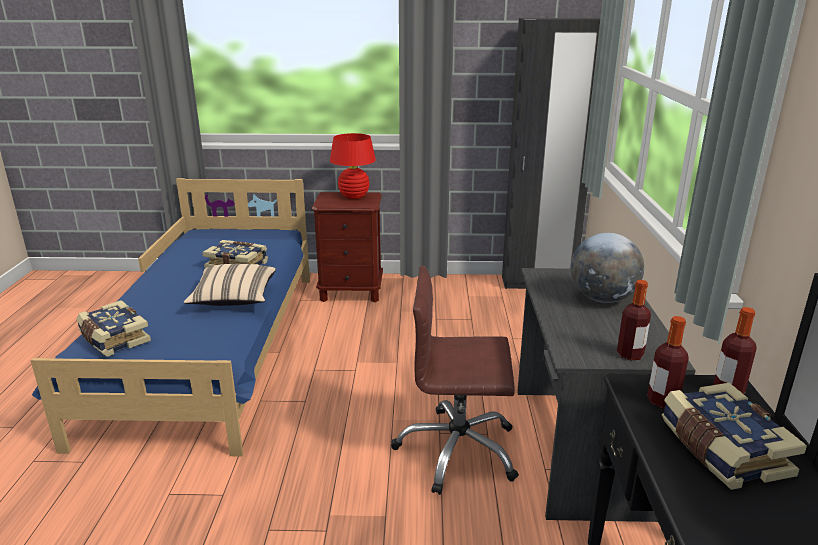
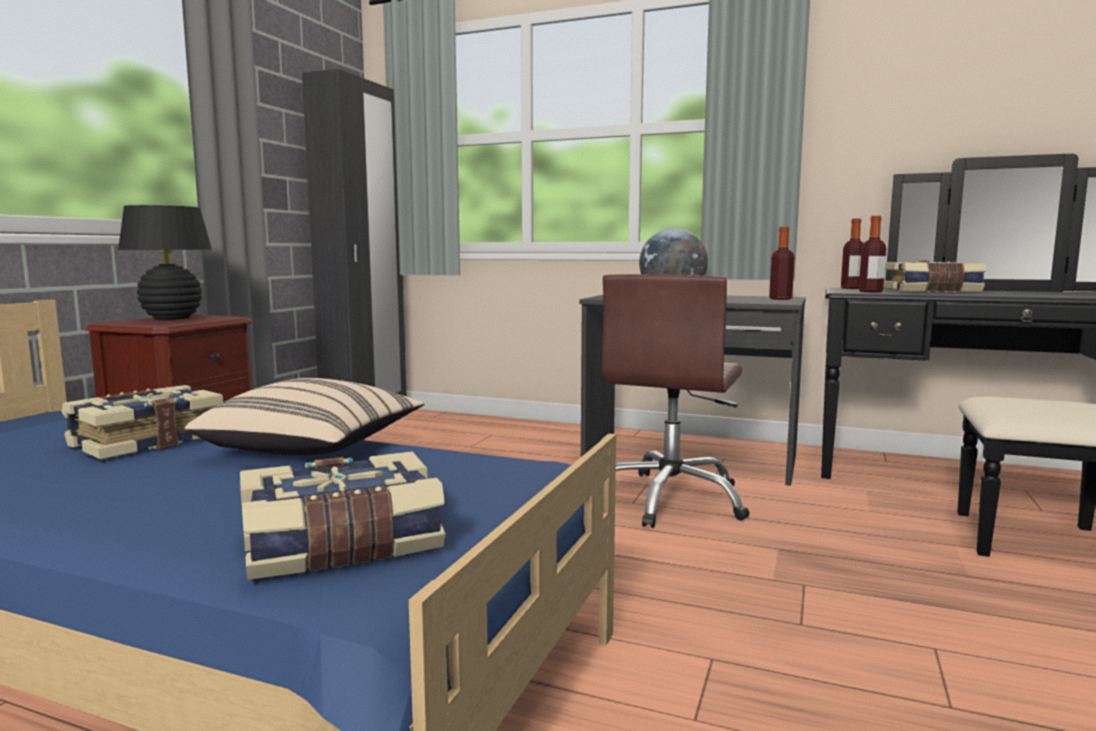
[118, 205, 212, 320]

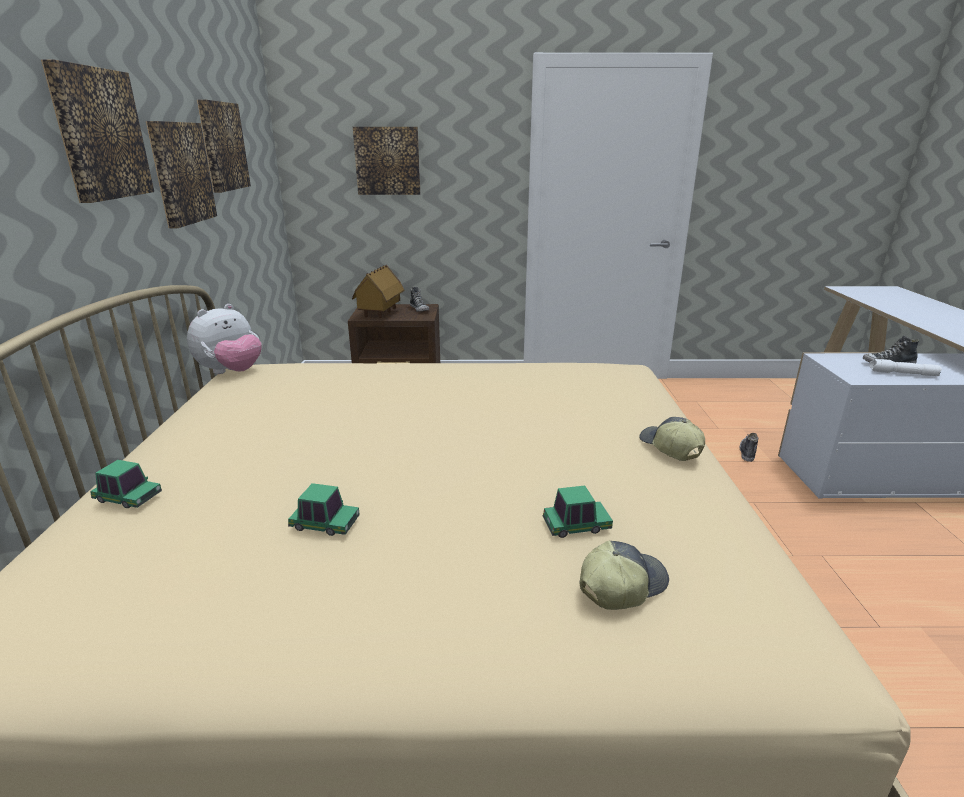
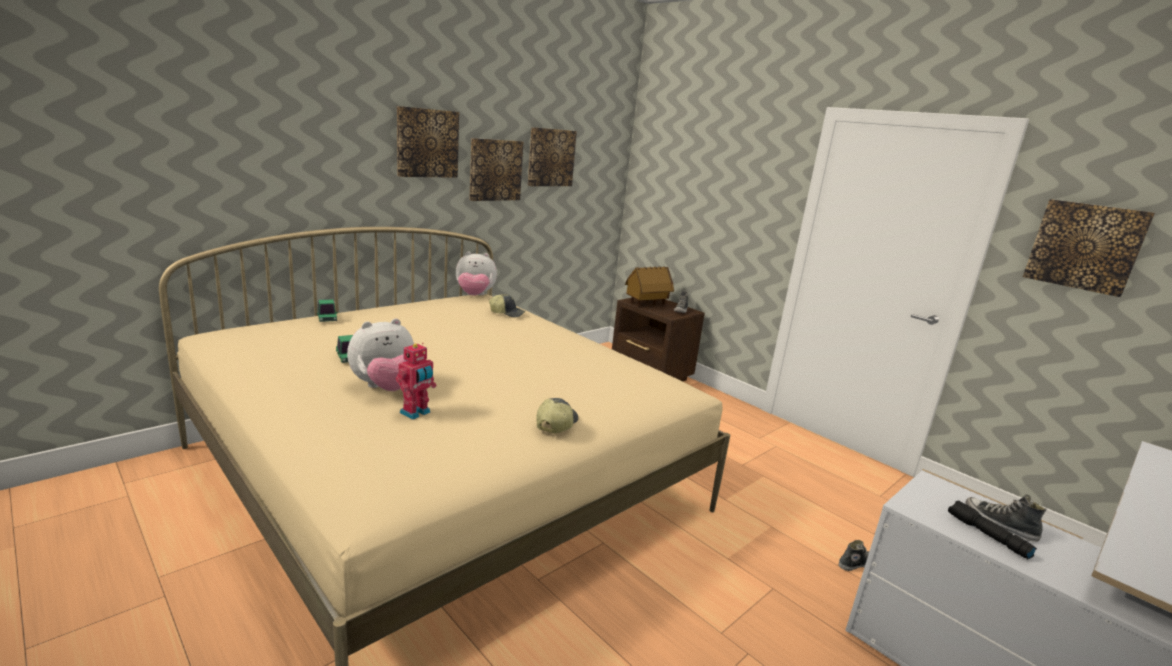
[347, 319, 414, 391]
[1023, 199, 1155, 297]
[489, 294, 526, 317]
[396, 343, 436, 420]
[948, 500, 1037, 559]

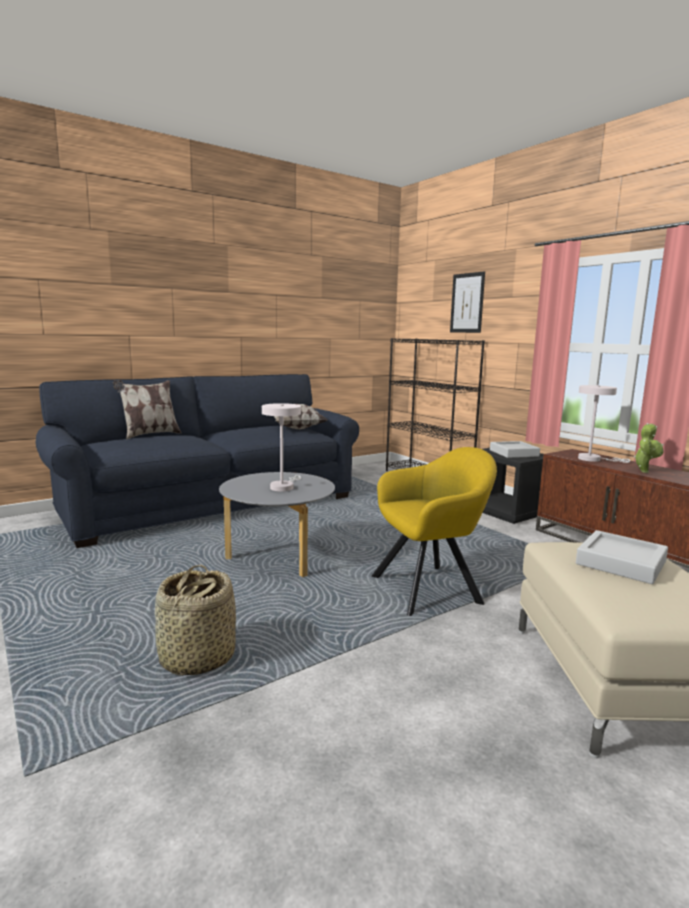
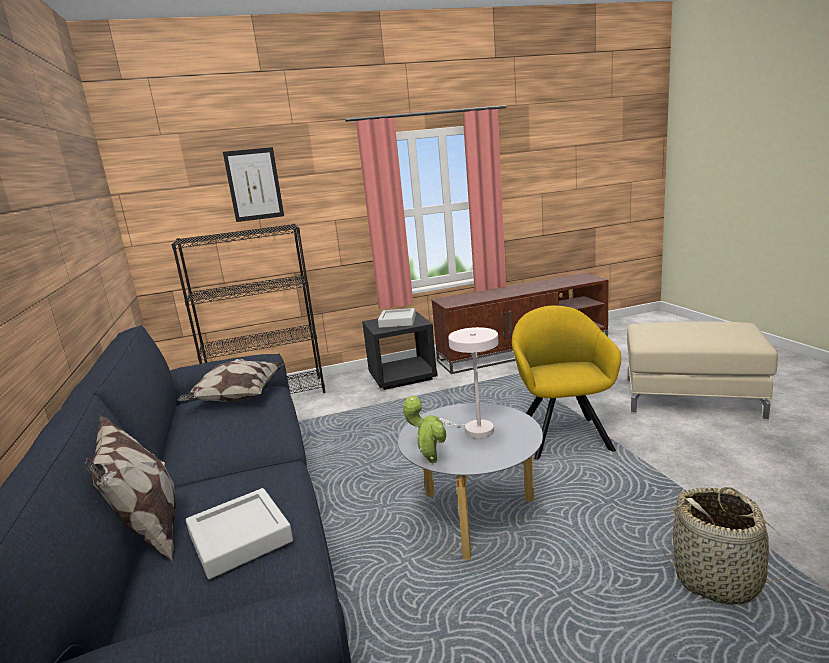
[578, 385, 630, 463] (first image)
[186, 488, 293, 579]
[403, 396, 446, 463]

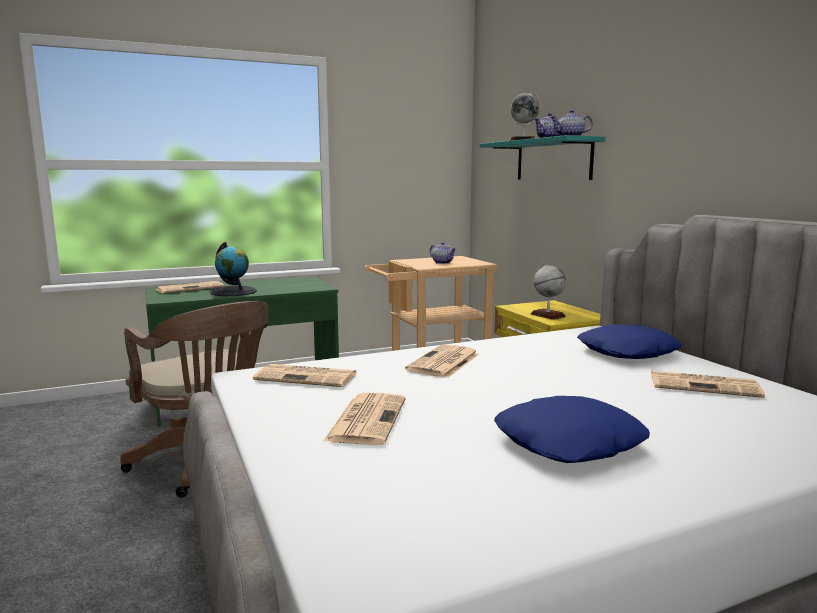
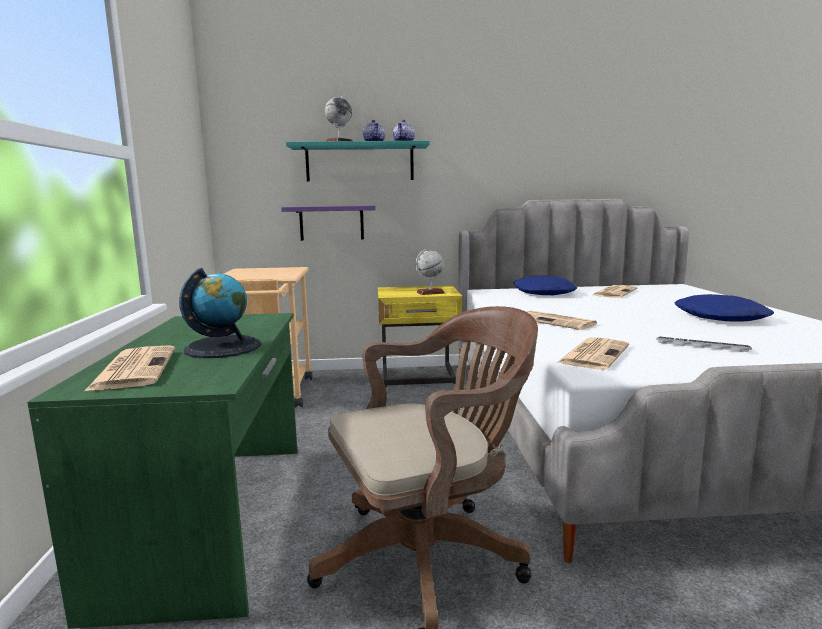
[430, 242, 456, 264] (first image)
[281, 205, 376, 241]
[656, 337, 752, 352]

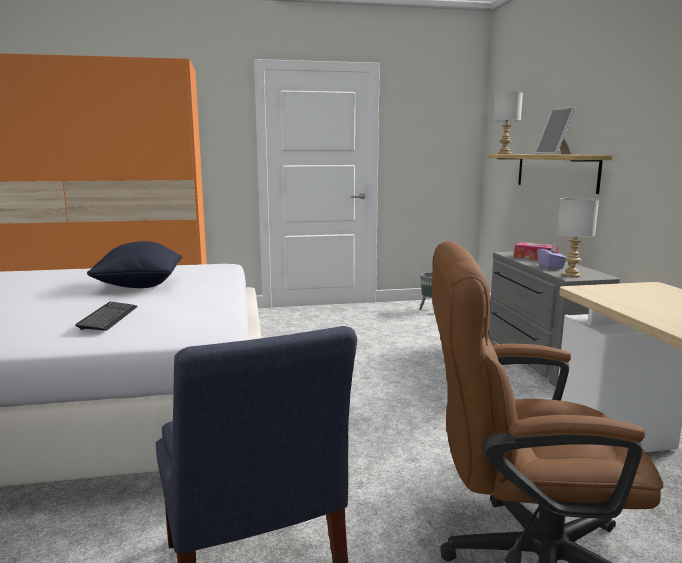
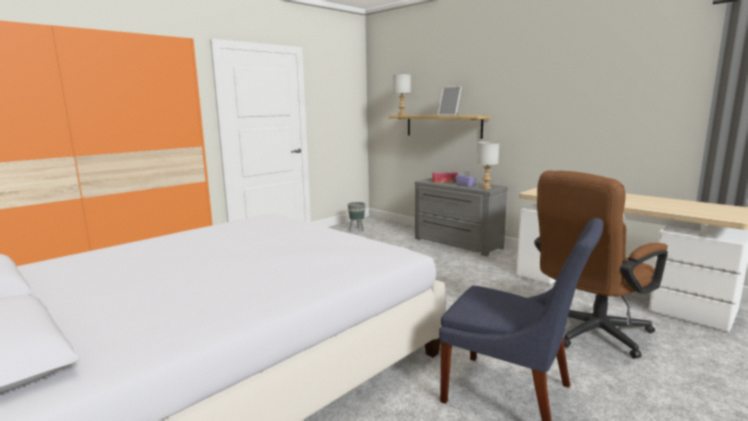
[75, 302, 138, 331] (first image)
[87, 241, 182, 288] (first image)

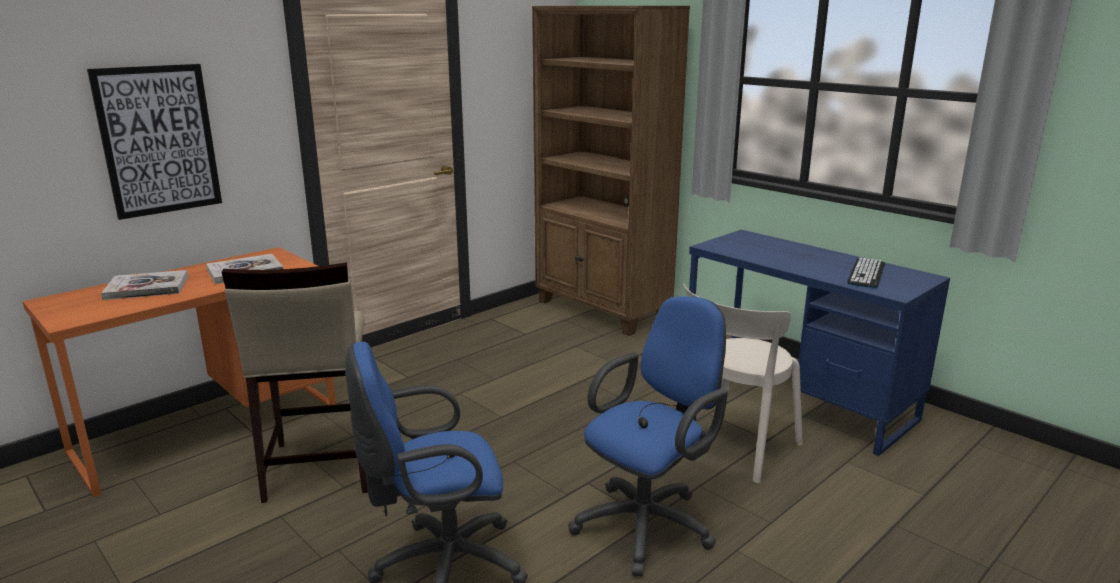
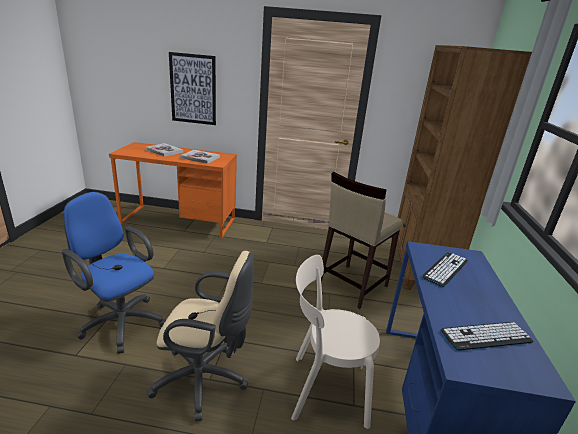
[422, 252, 468, 287]
[321, 172, 403, 309]
[147, 251, 254, 421]

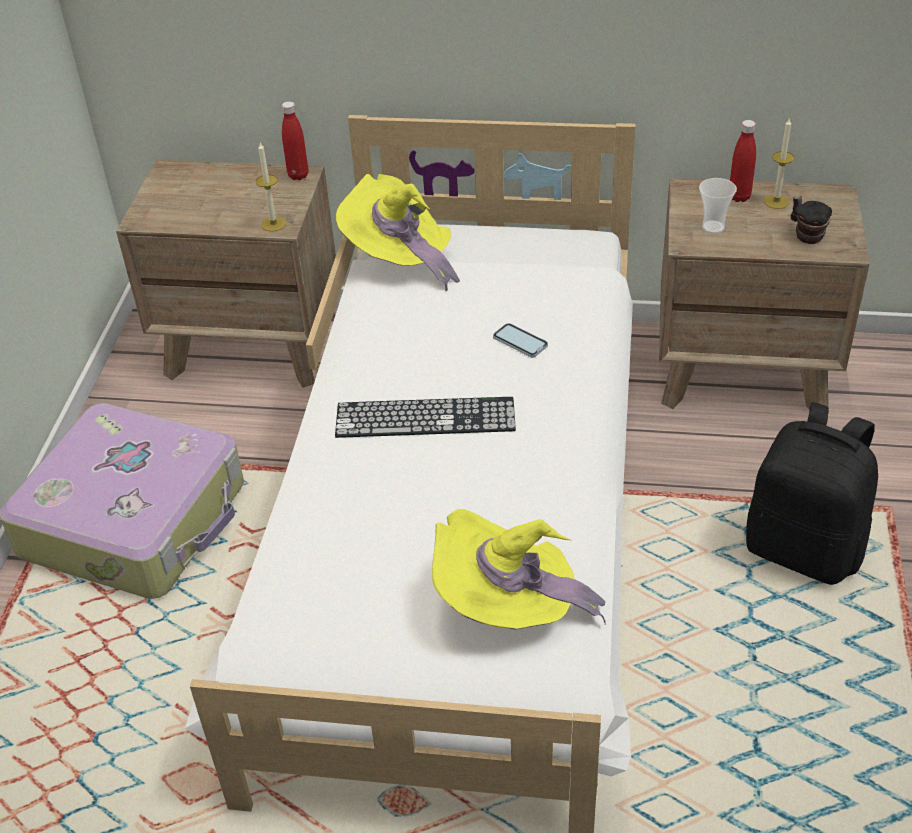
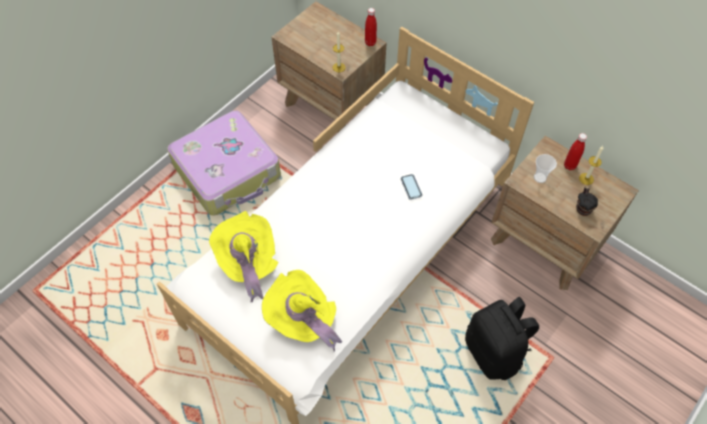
[335, 397, 516, 438] (first image)
[209, 211, 279, 303]

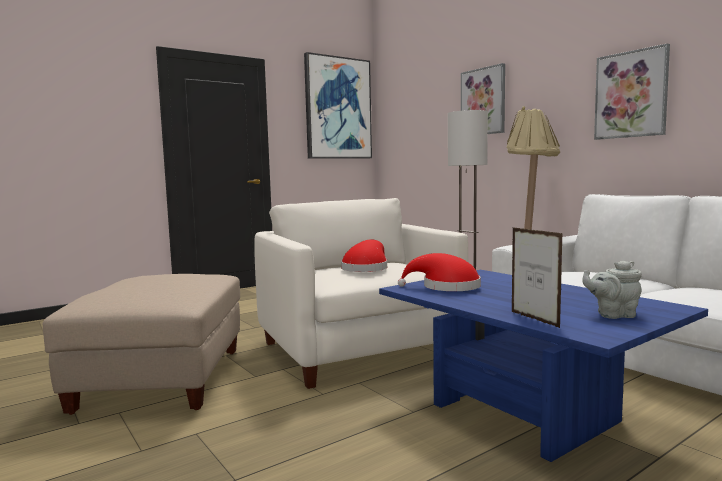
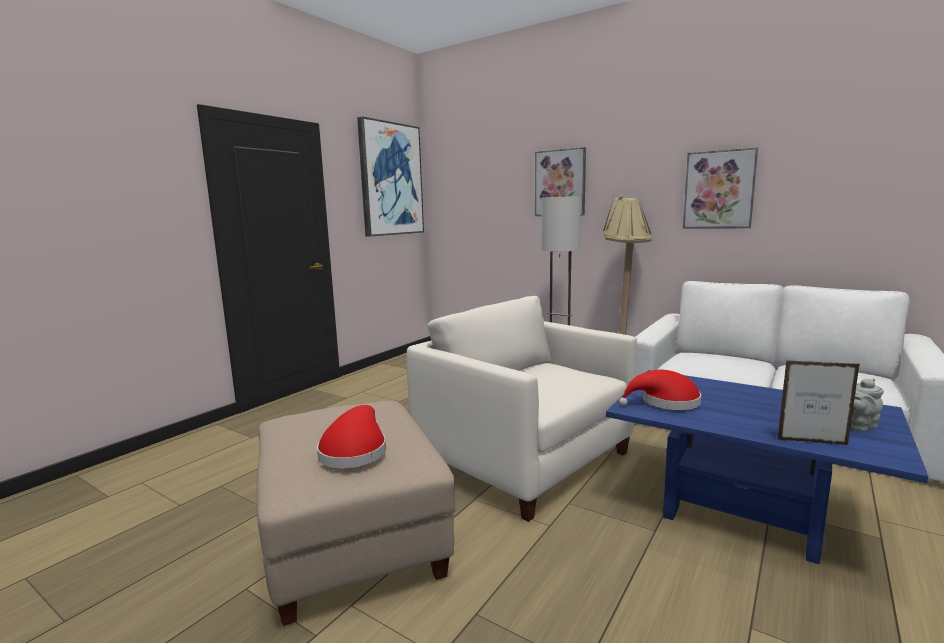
[317, 405, 386, 468]
[777, 360, 860, 445]

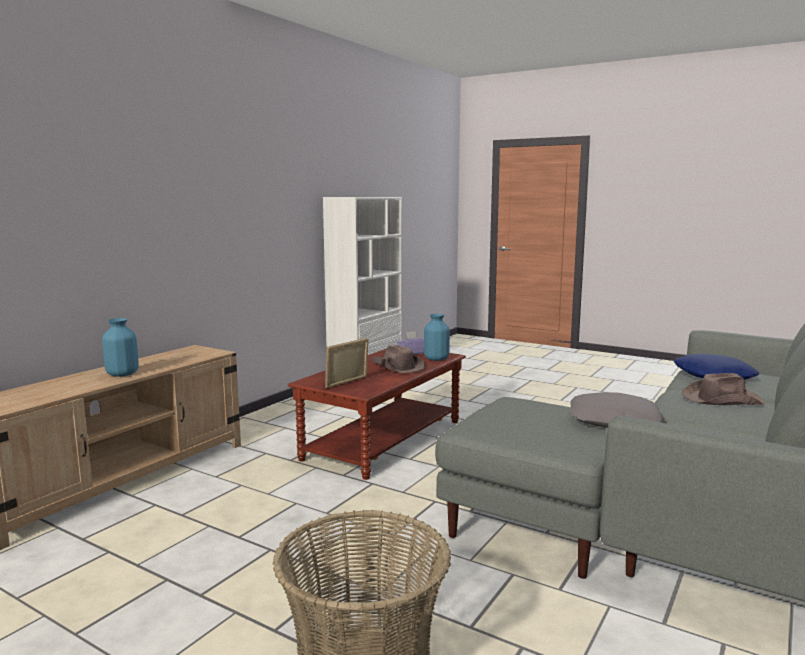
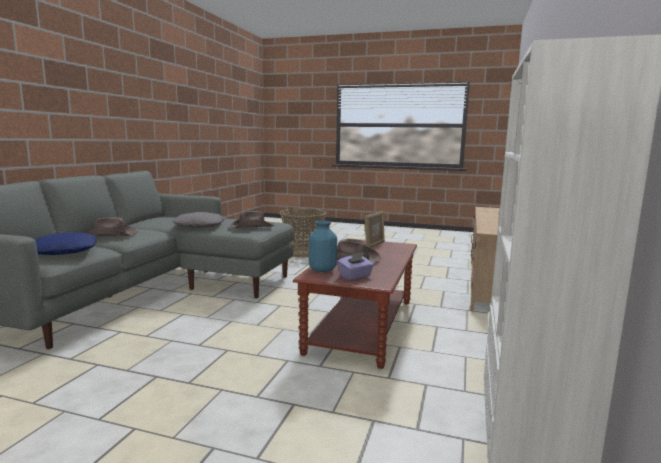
[102, 318, 139, 377] (first image)
[229, 211, 274, 228]

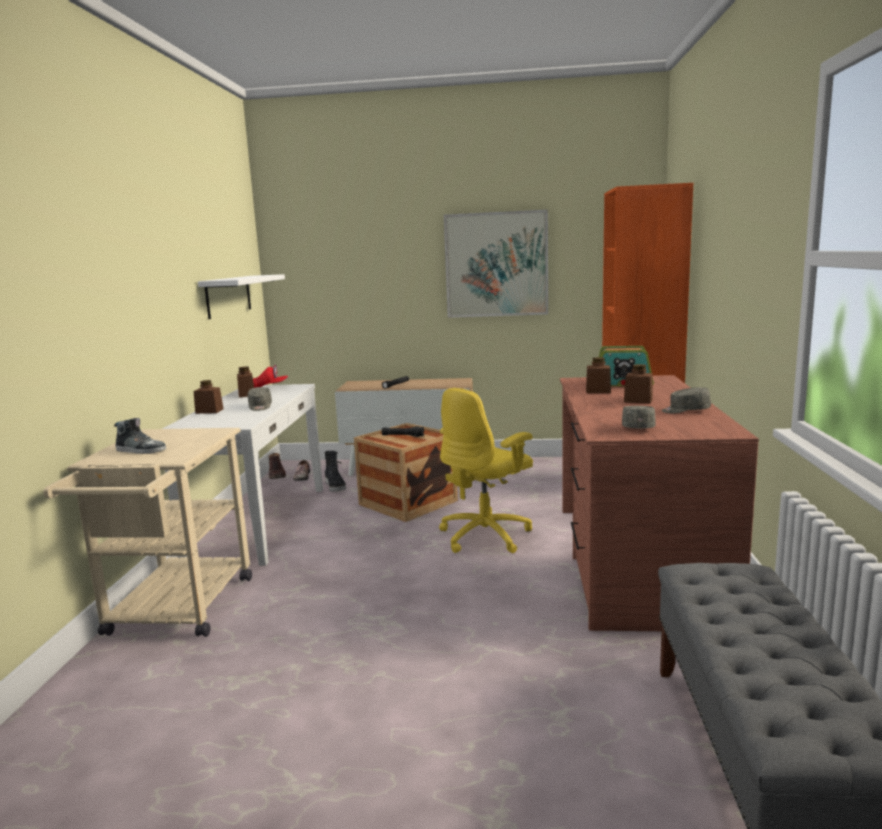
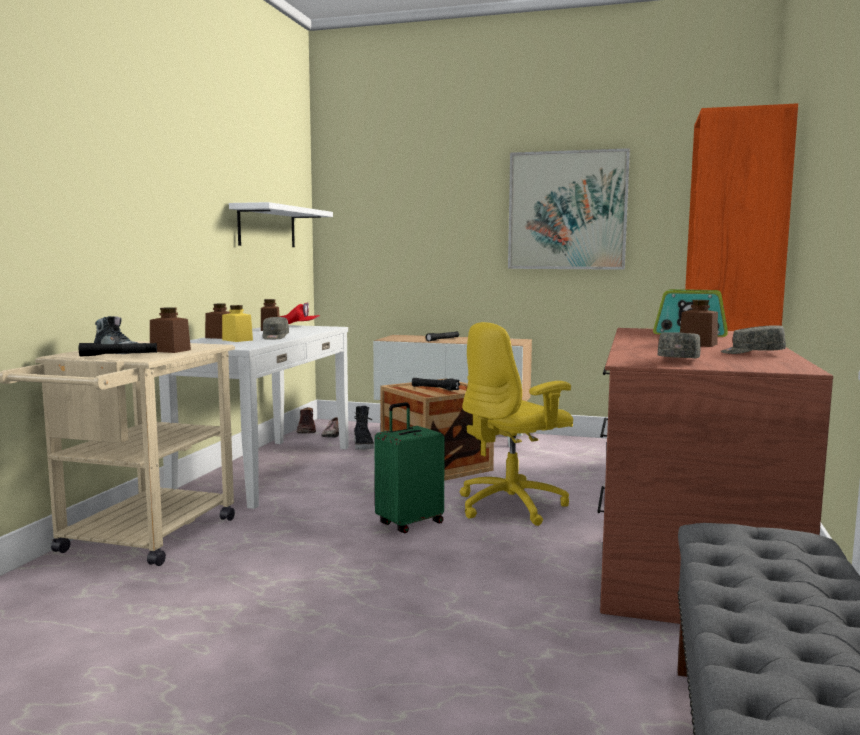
[79, 343, 157, 357]
[222, 305, 253, 342]
[374, 402, 445, 533]
[150, 307, 191, 353]

